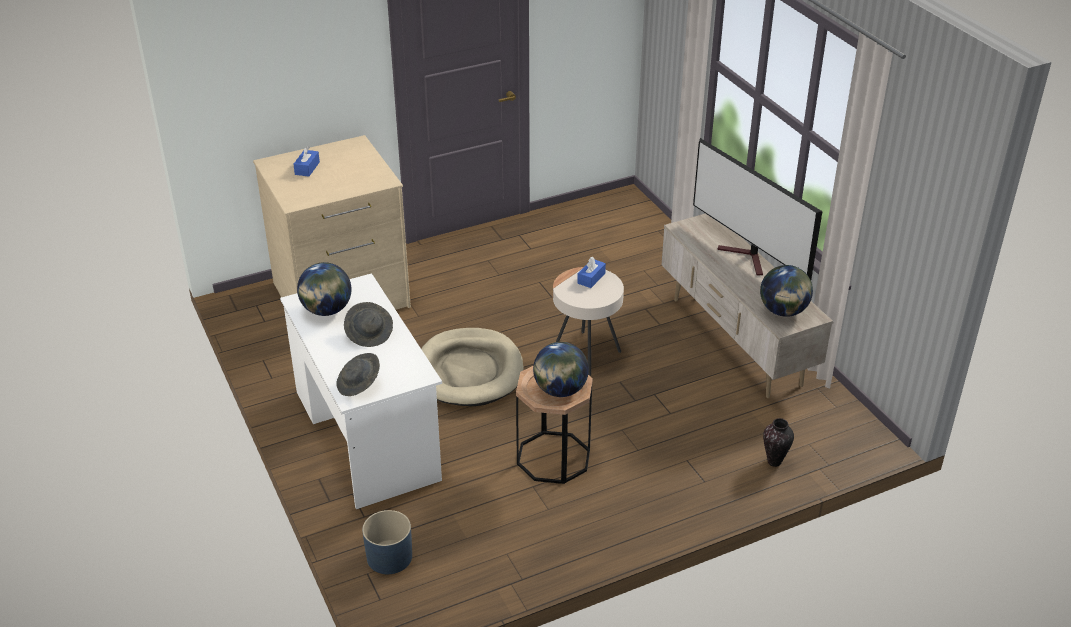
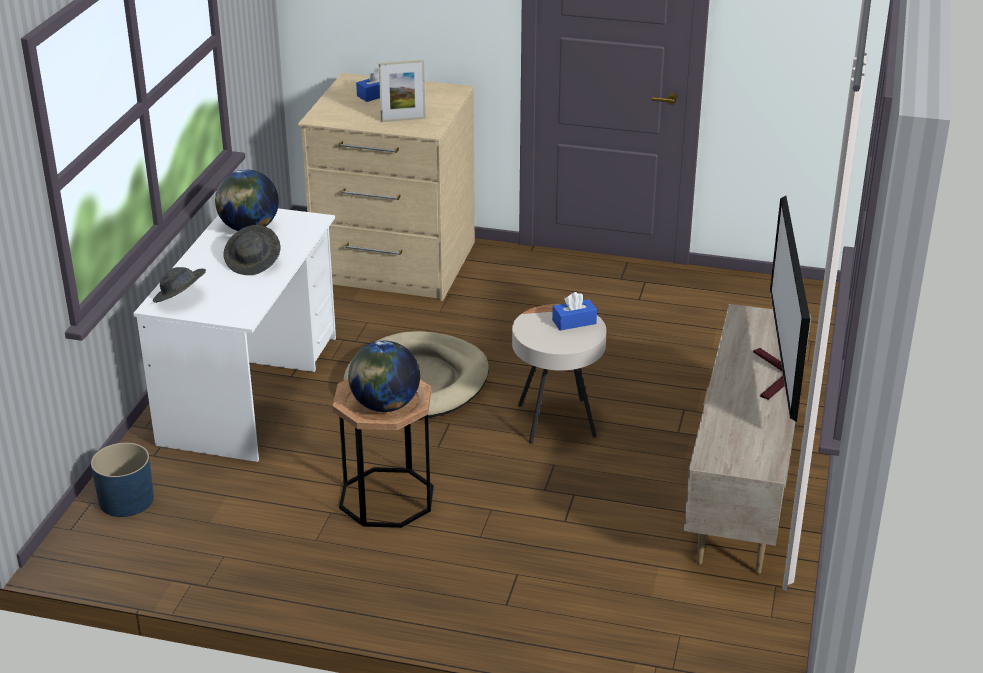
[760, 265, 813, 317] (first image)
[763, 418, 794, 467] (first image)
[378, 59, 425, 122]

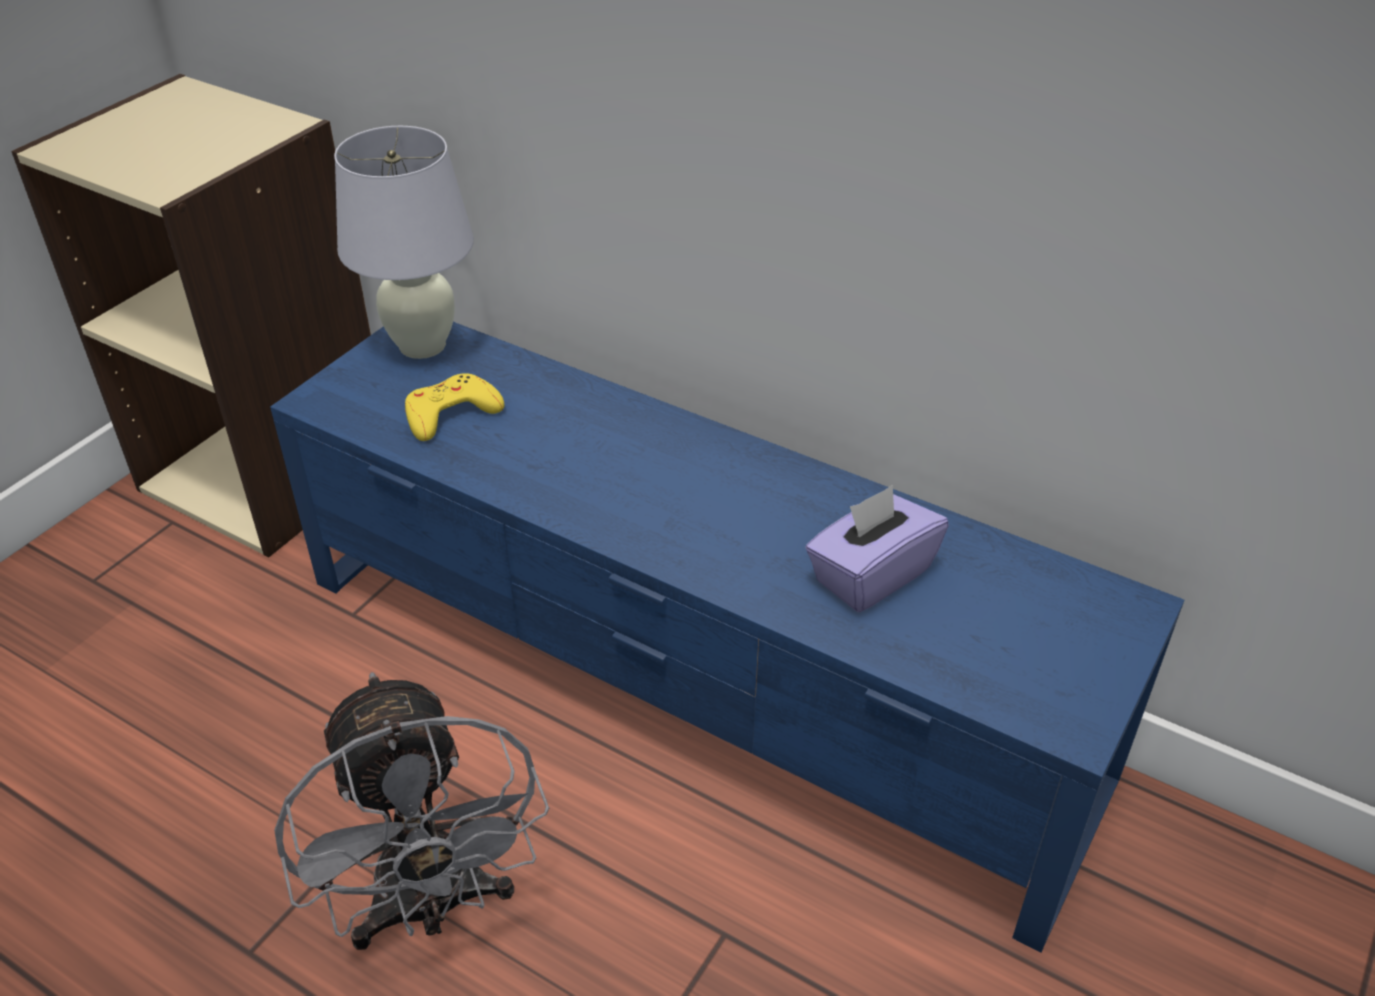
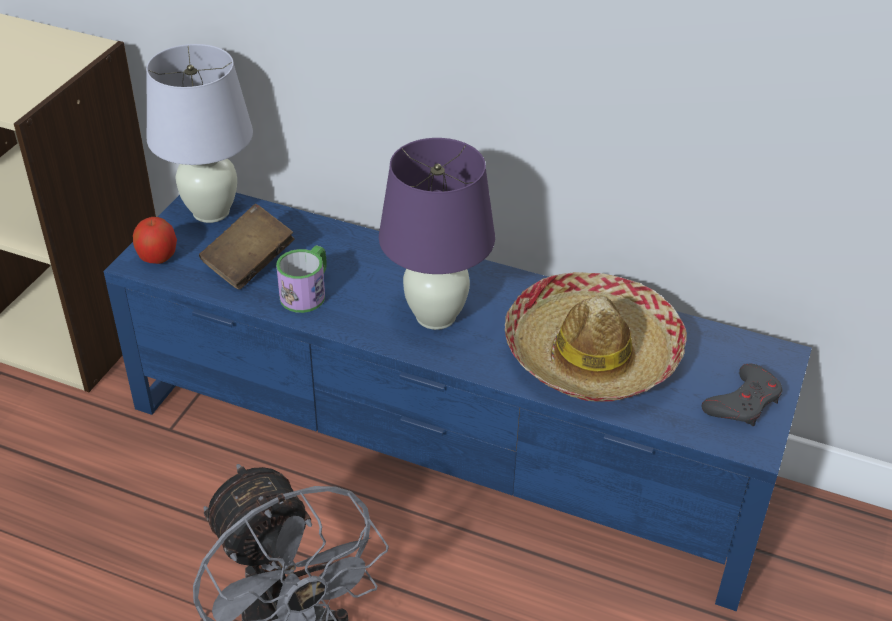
[133, 217, 177, 264]
[276, 245, 327, 313]
[379, 138, 495, 330]
[702, 364, 783, 426]
[199, 204, 294, 290]
[505, 272, 687, 402]

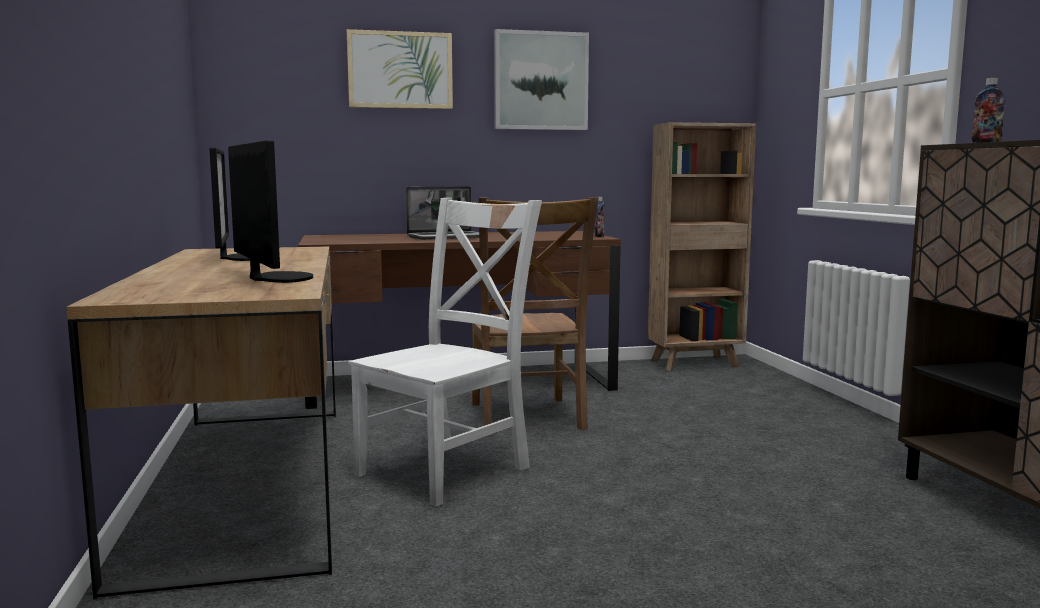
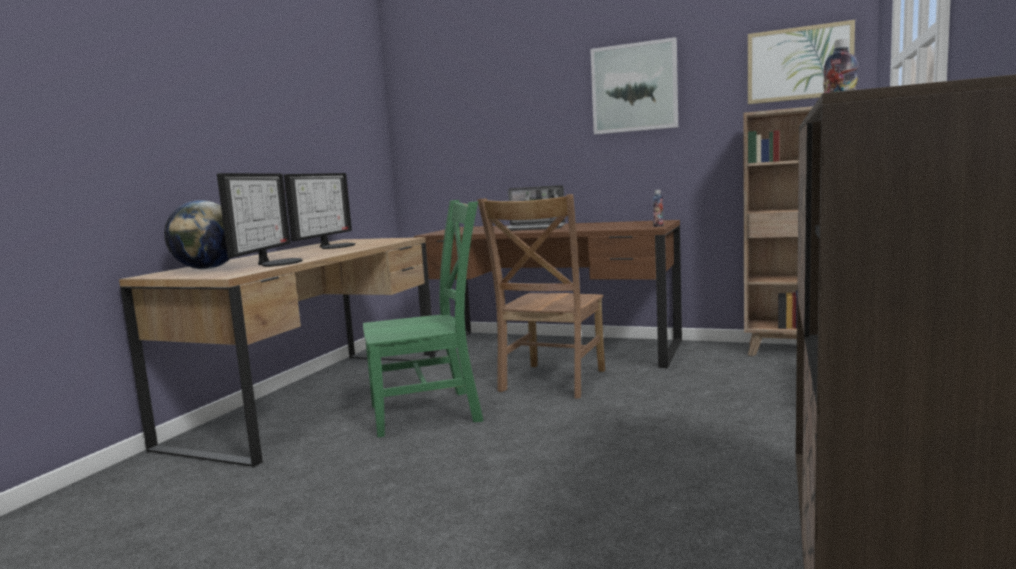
[164, 200, 230, 269]
[748, 20, 855, 104]
[363, 200, 483, 438]

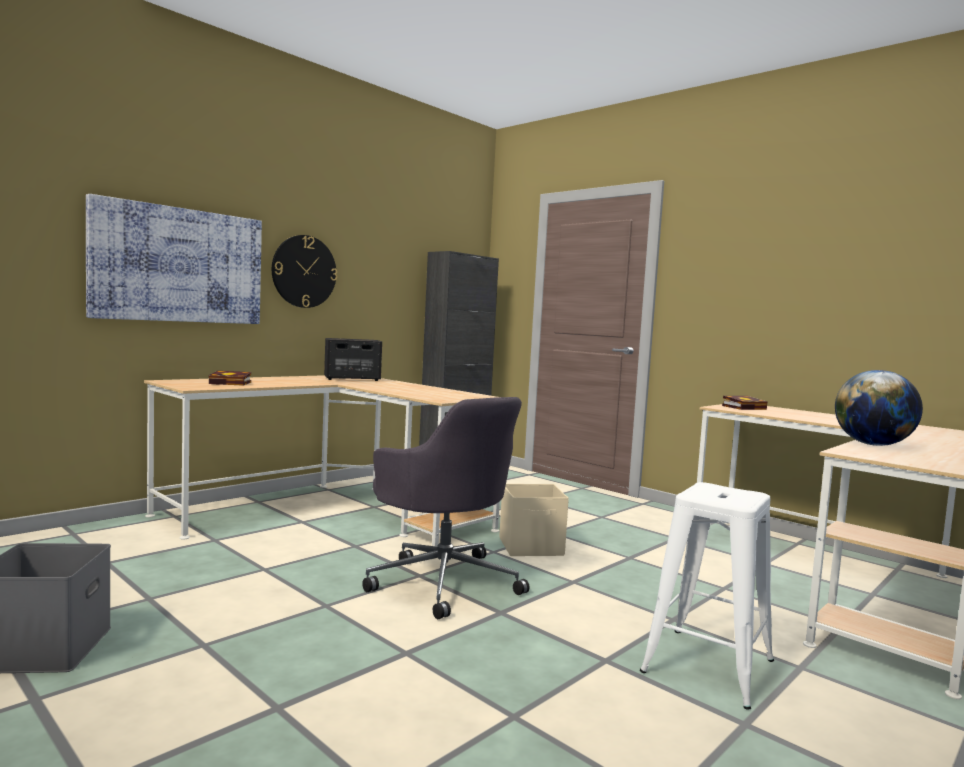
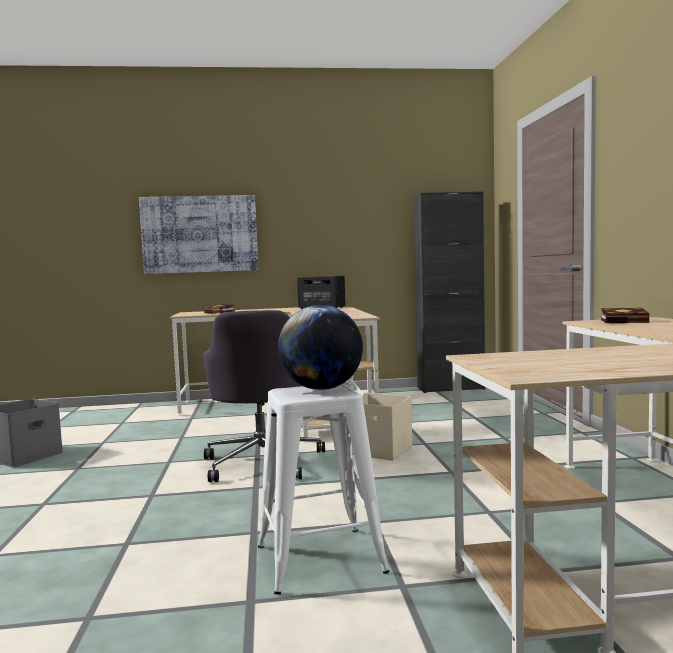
[272, 235, 337, 308] (first image)
[278, 305, 363, 390]

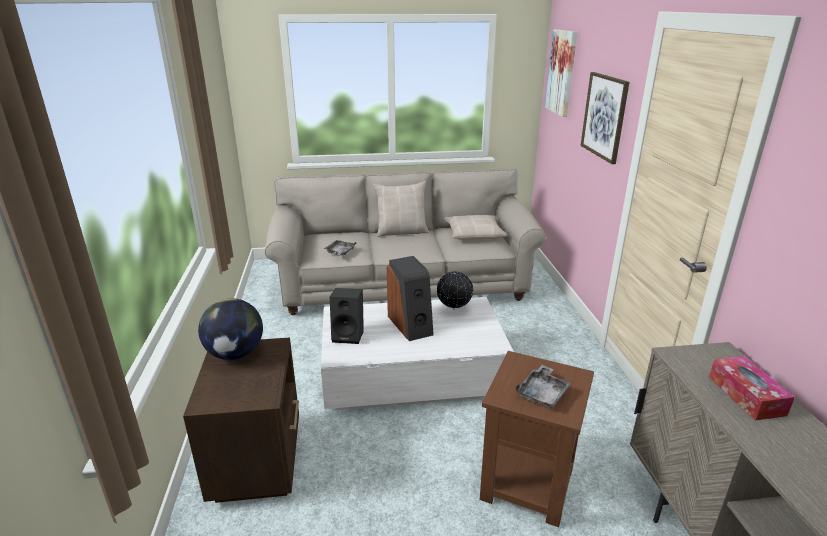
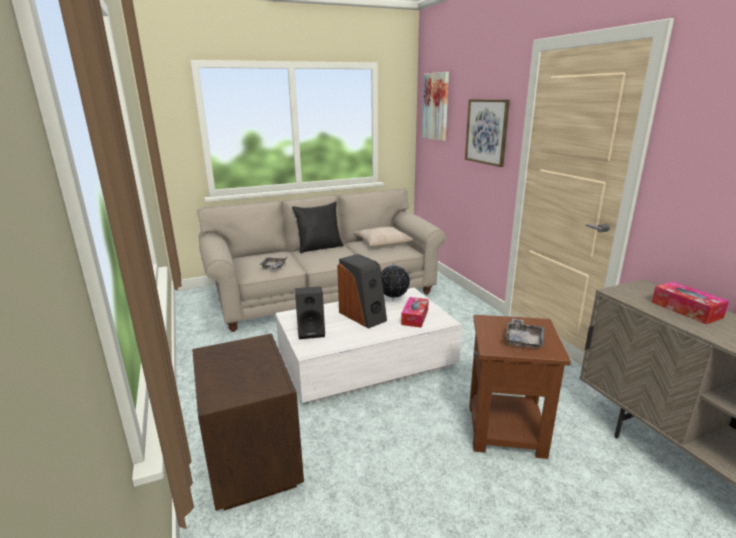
[198, 298, 263, 360] (first image)
[401, 297, 429, 328]
[292, 201, 344, 253]

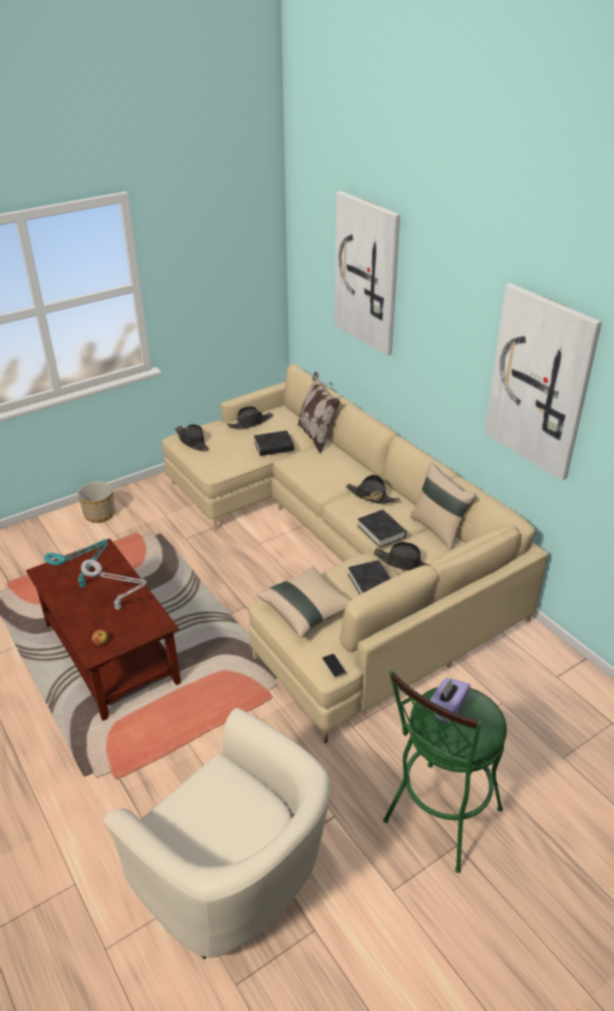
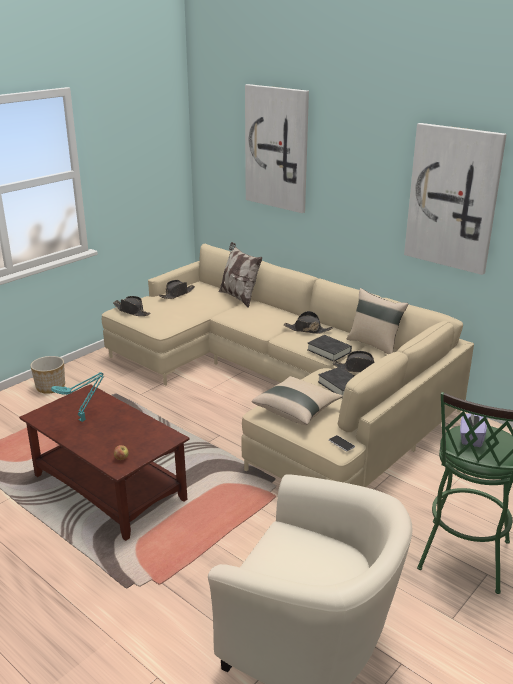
[81, 559, 147, 610] (first image)
[254, 430, 294, 456] (first image)

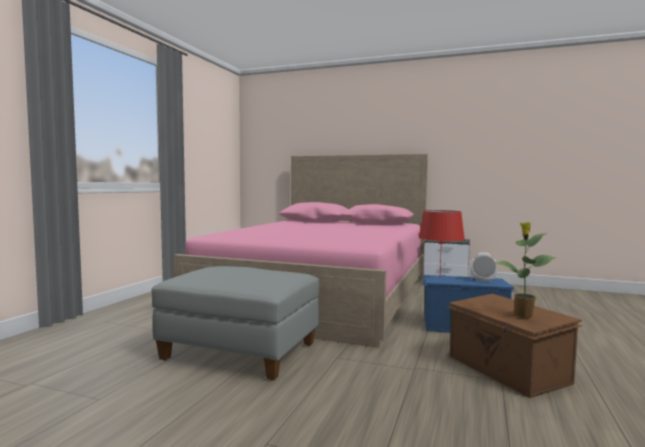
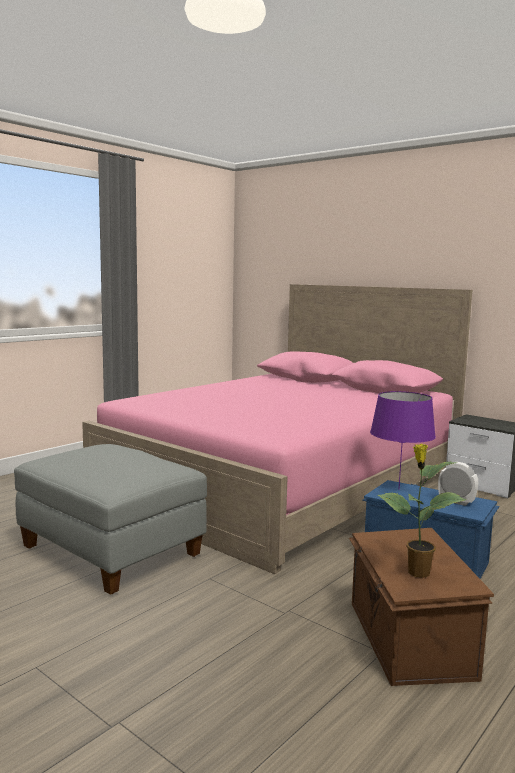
[370, 391, 436, 488]

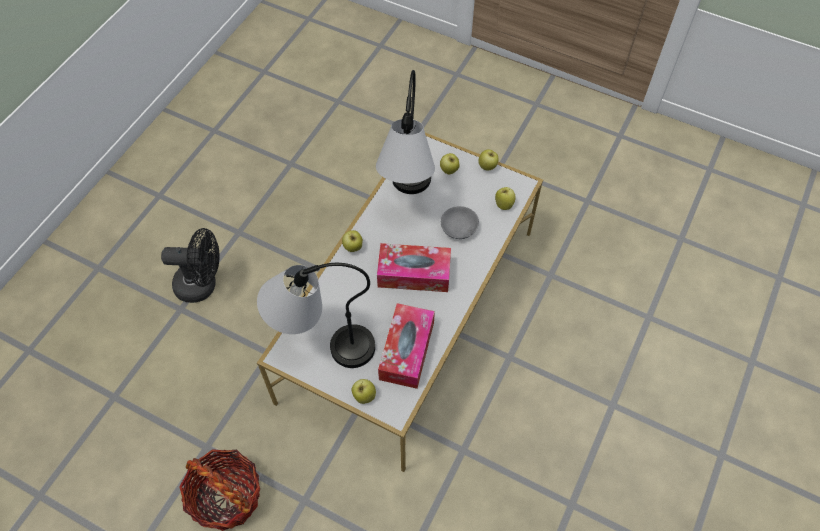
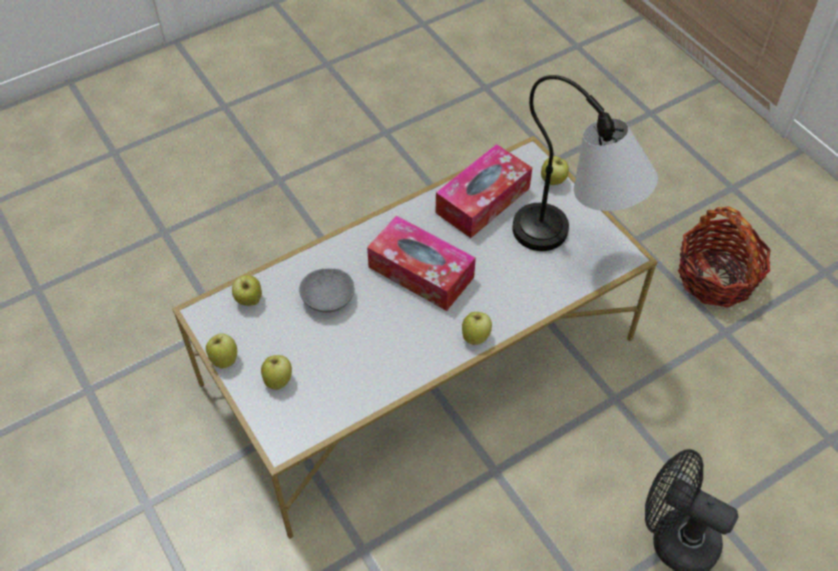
[376, 70, 435, 194] (first image)

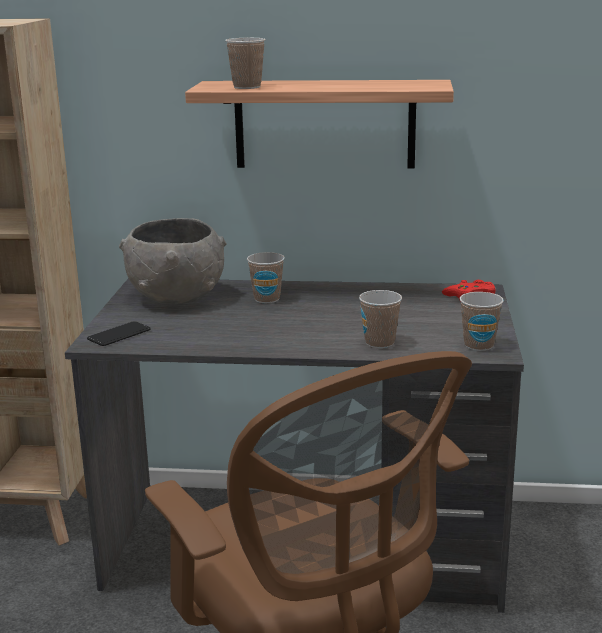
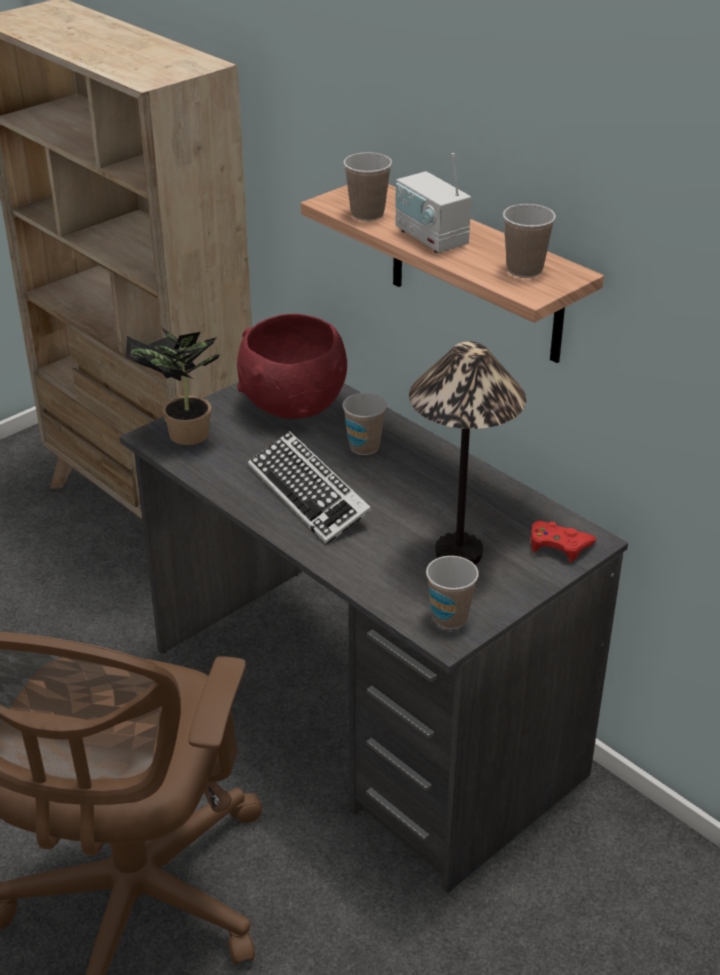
[248, 431, 372, 545]
[395, 153, 471, 253]
[409, 341, 526, 565]
[503, 204, 556, 278]
[125, 327, 219, 445]
[237, 314, 347, 419]

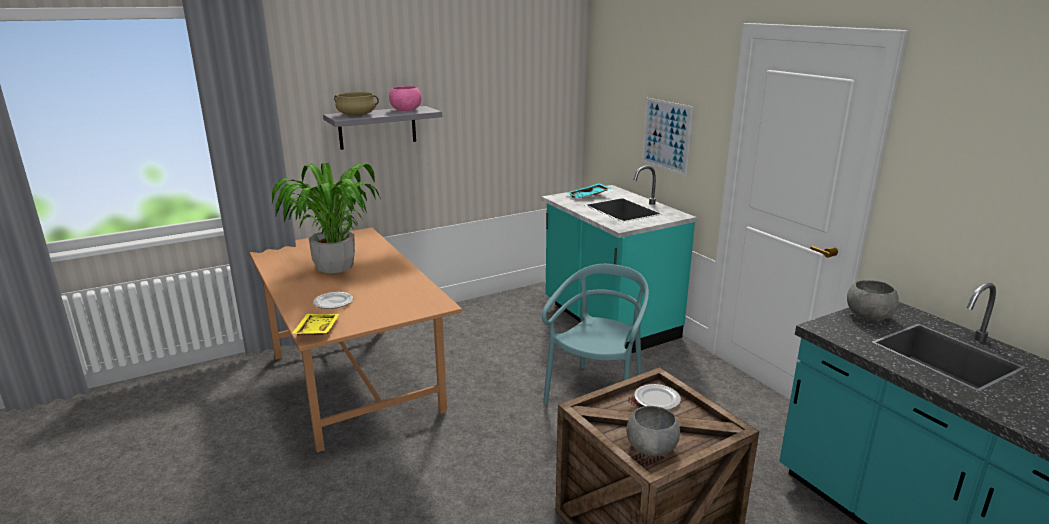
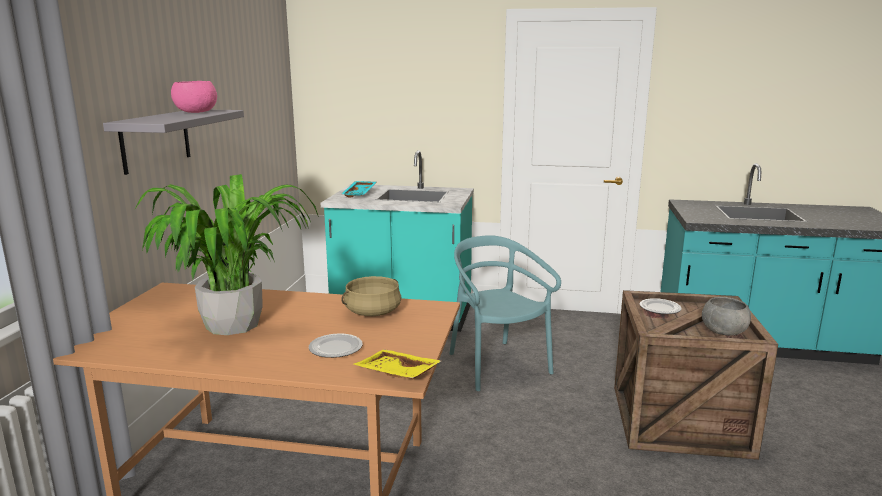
[642, 98, 693, 176] (first image)
[847, 280, 899, 320] (first image)
[341, 276, 402, 316]

